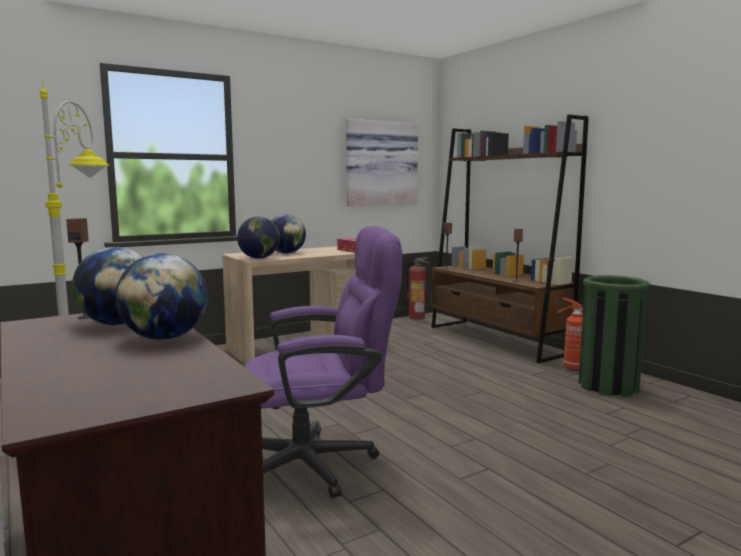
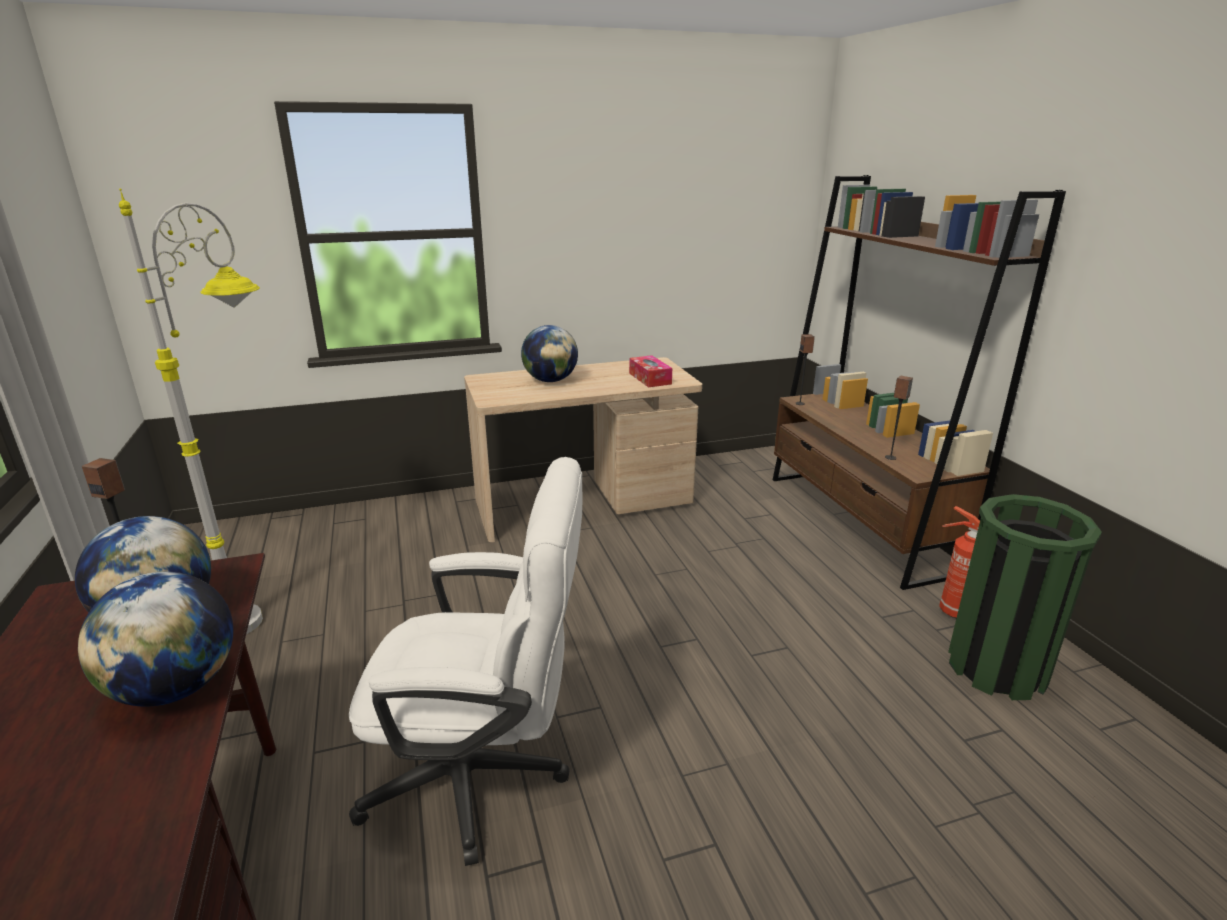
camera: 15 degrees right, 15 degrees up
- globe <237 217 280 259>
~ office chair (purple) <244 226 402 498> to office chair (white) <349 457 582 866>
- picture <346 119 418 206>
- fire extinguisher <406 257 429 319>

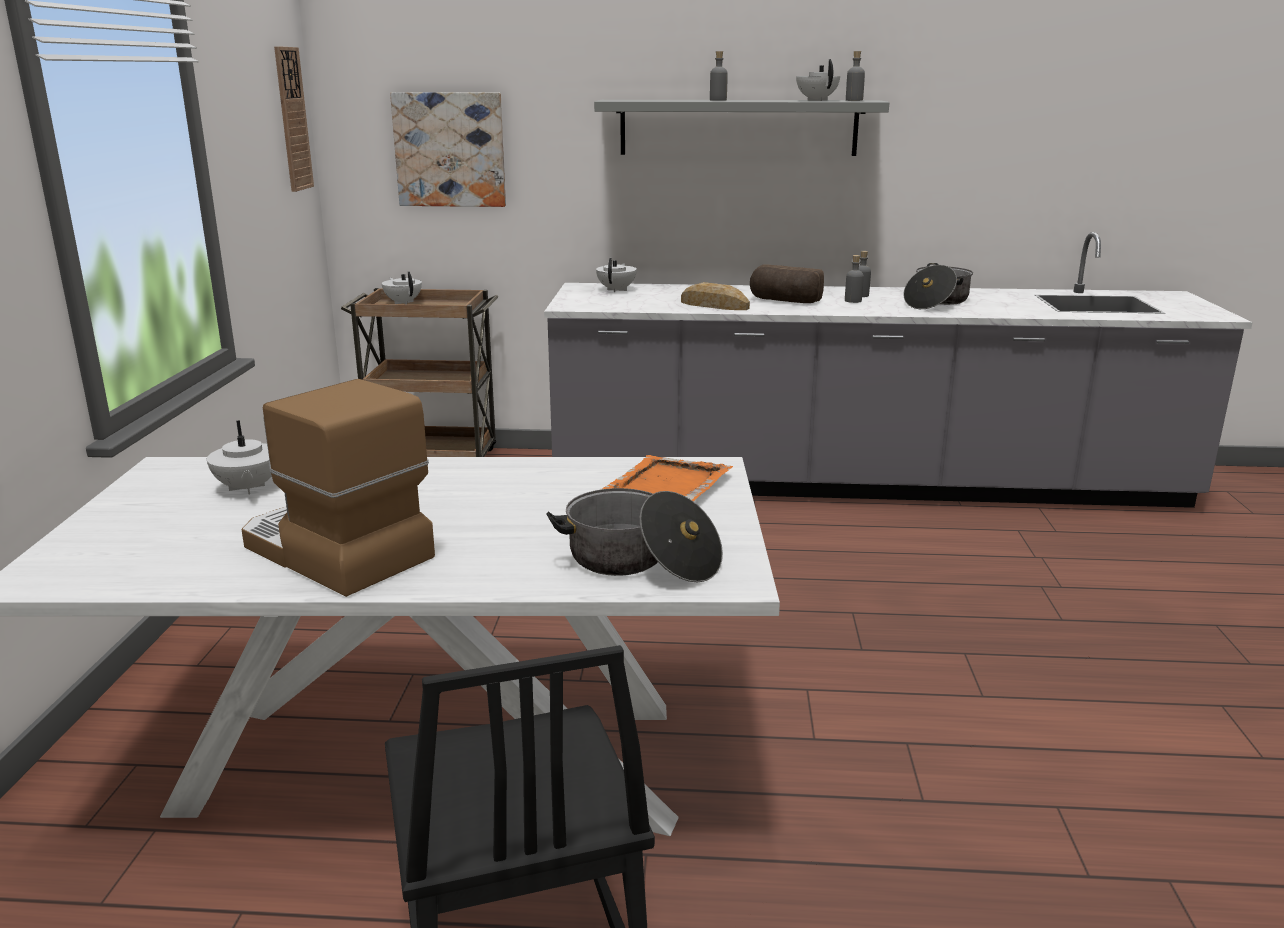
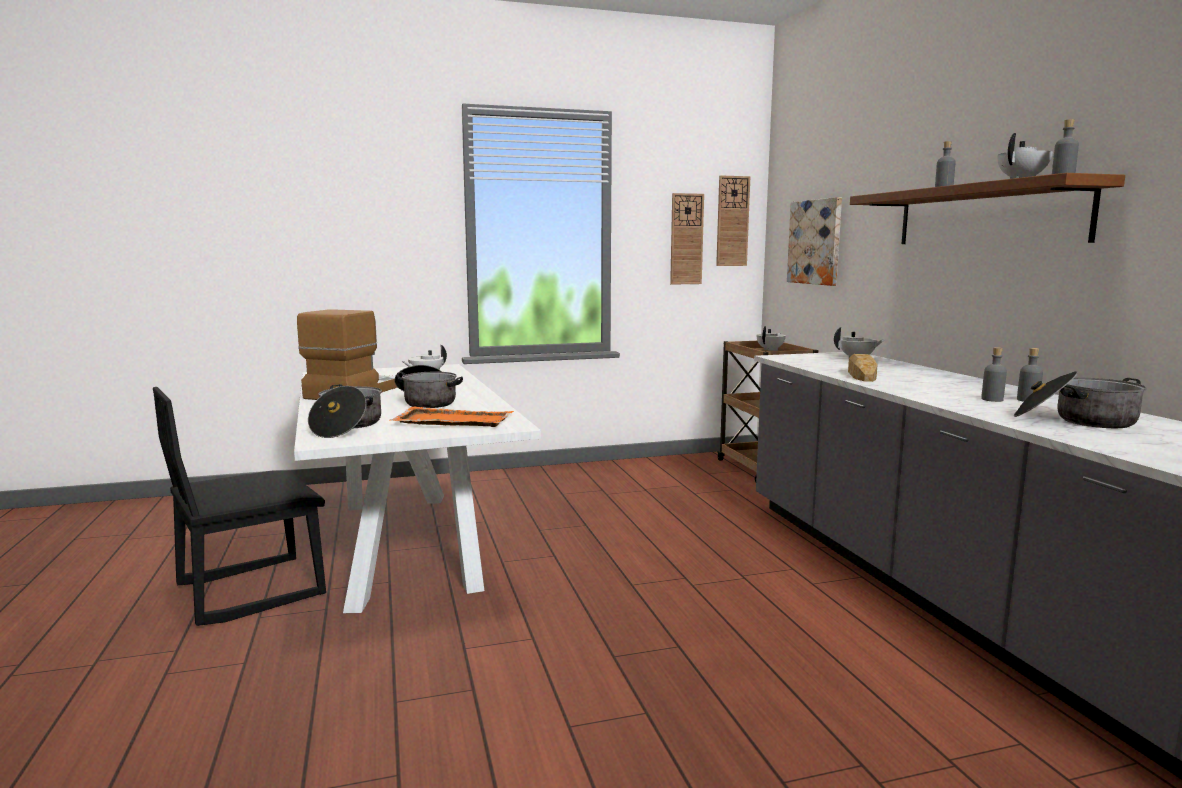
camera: 70 degrees right, 10 degrees down
~ shelf (grey) <594 100 889 156> to shelf (brown) <850 173 1125 244>
- bread <750 264 824 303>
+ cooking pot <395 365 463 408>
+ wall clock <670 193 704 285>

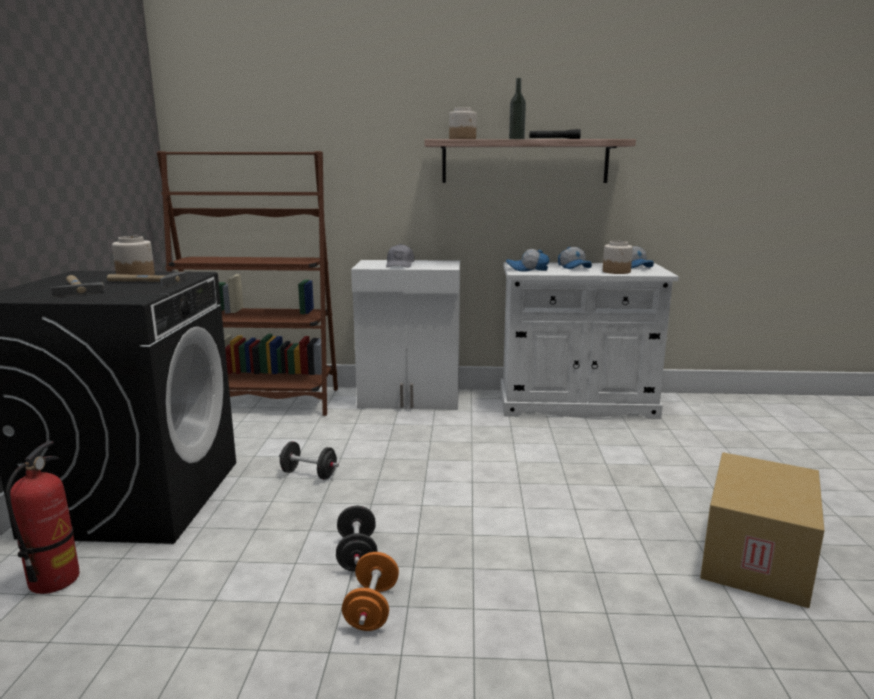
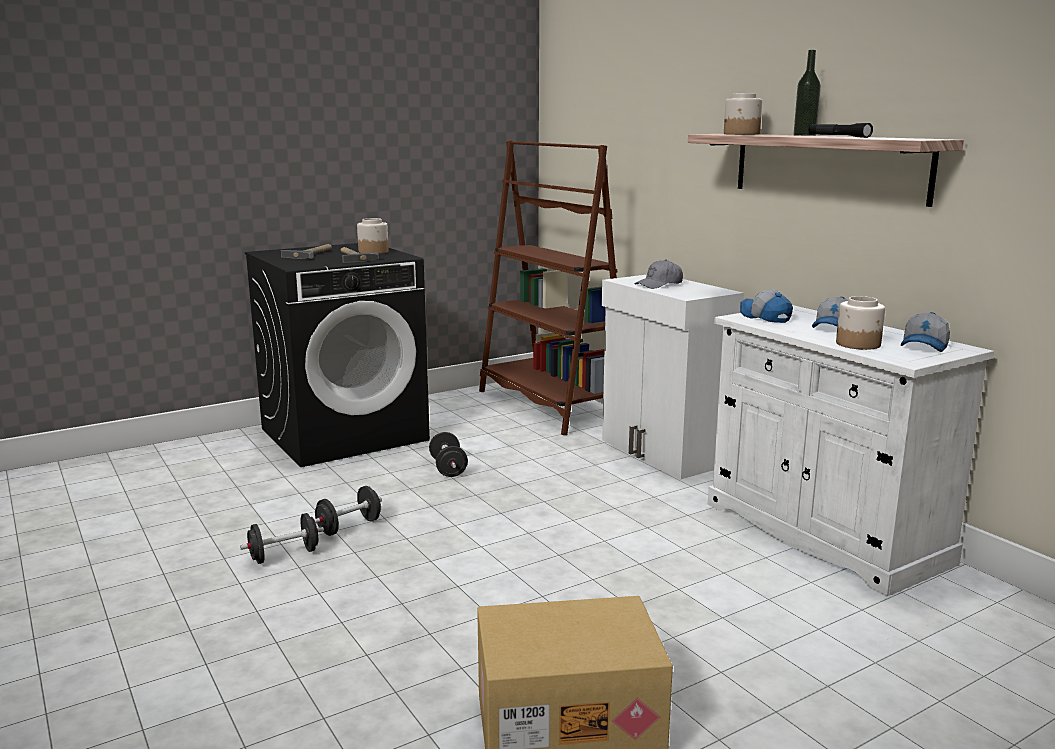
camera: 55 degrees right, 0 degrees up
- fire extinguisher <6 441 80 594>
~ dumbbell (orange) <342 552 399 631> to dumbbell (black) <240 513 324 564>

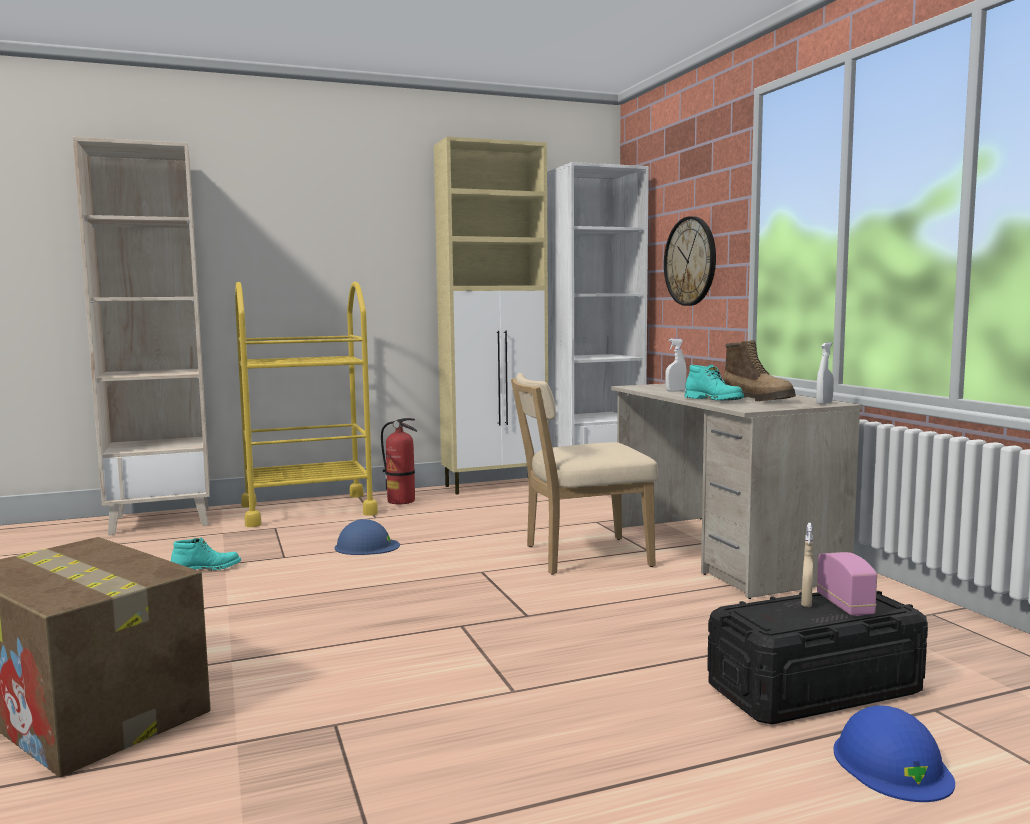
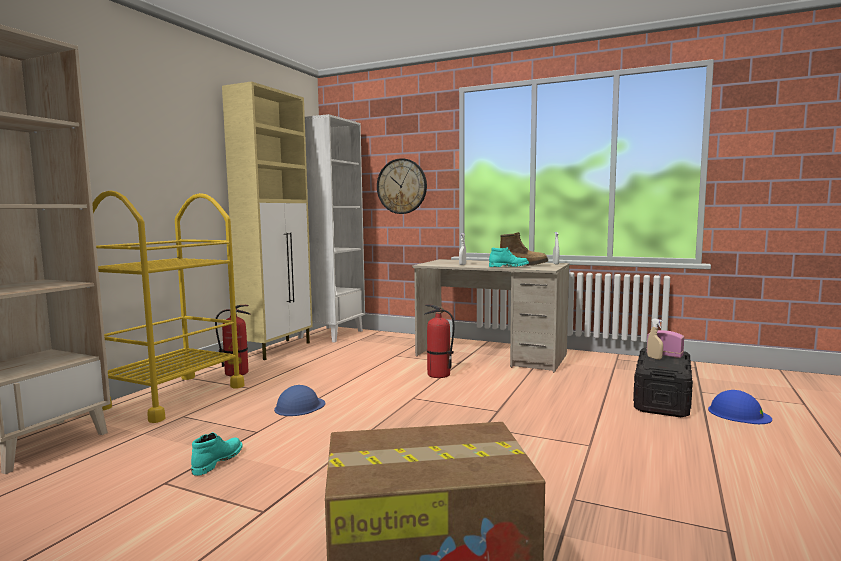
camera: 45 degrees left, 0 degrees up
~ chair (beige) <511 373 658 575> to fire extinguisher <424 305 454 378>

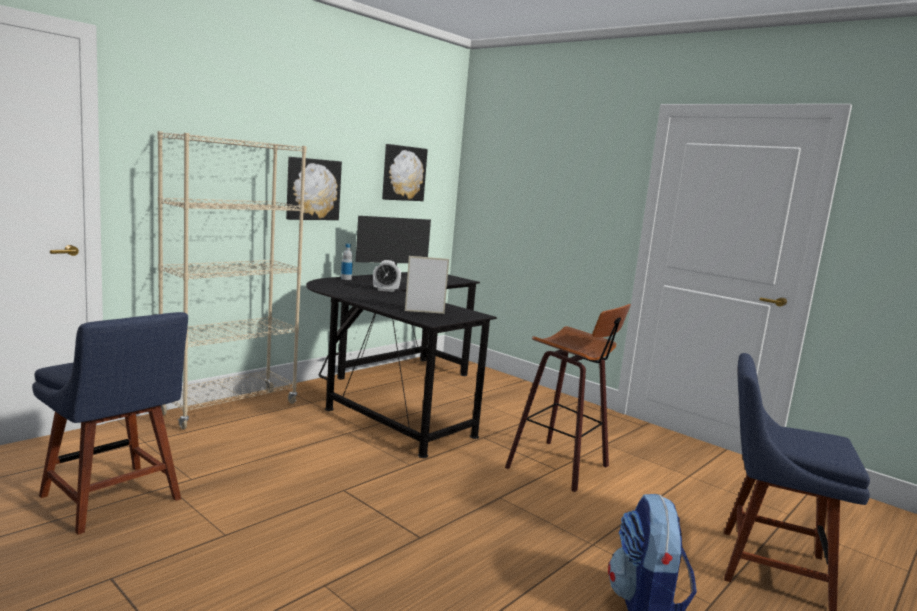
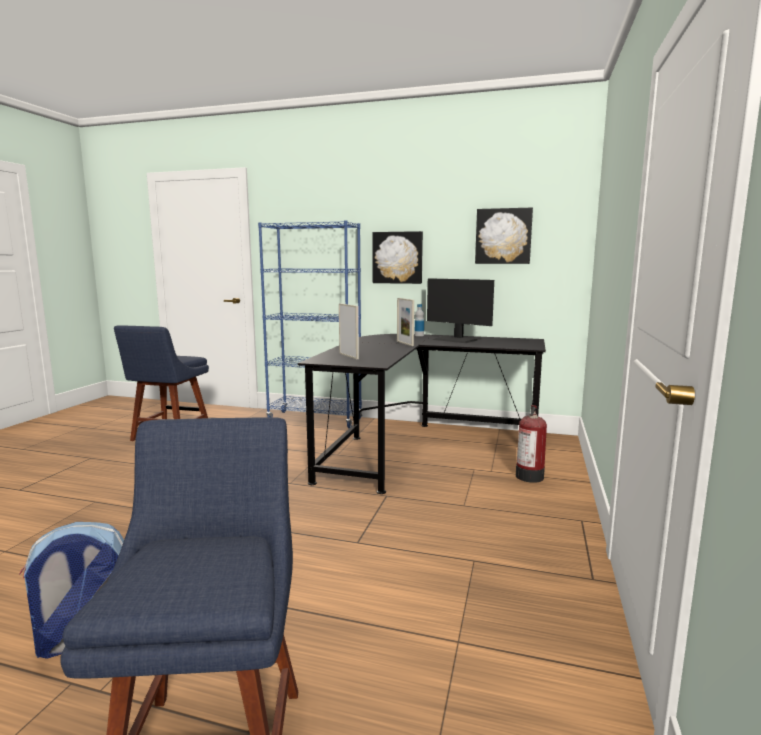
camera: 65 degrees right, 0 degrees up
~ bookcase (beige) <158 131 306 430> to bookcase (blue) <258 220 362 428>
~ alarm clock <373 260 401 292> to picture frame <397 298 414 346>
- stool <505 304 631 492>
+ fire extinguisher <516 405 547 483>

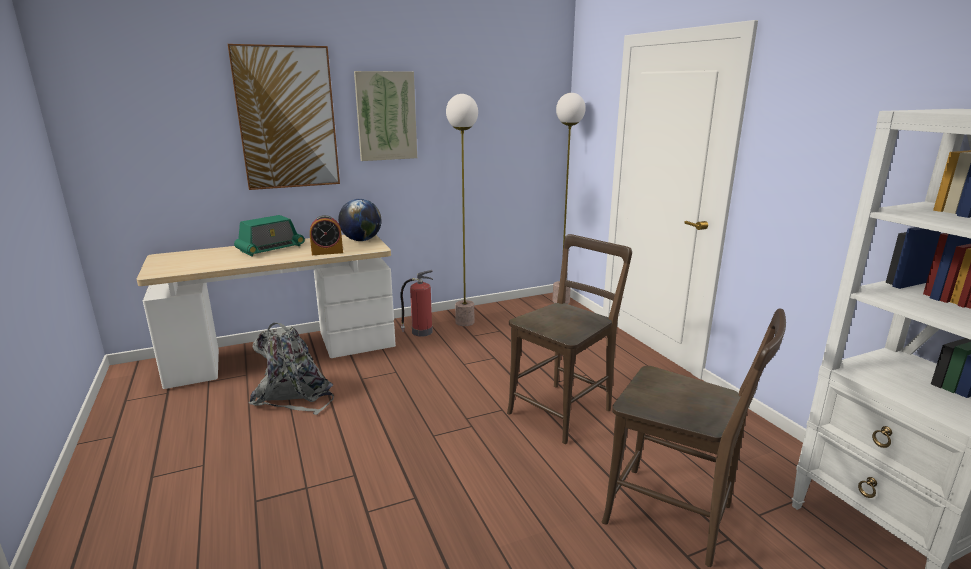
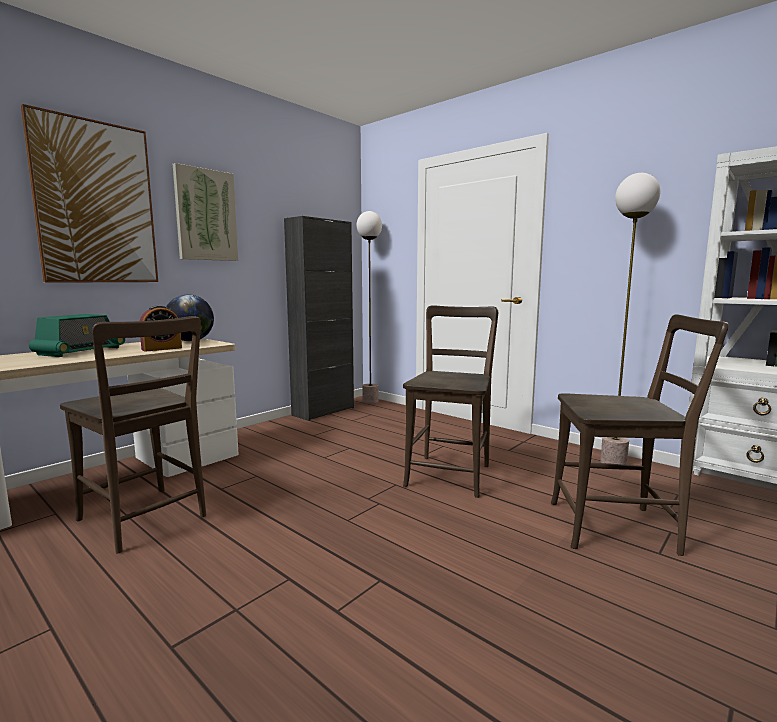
camera: 25 degrees left, 10 degrees down
~ backpack (grey) <249 323 334 415> to chair (brown) <60 316 206 553>
- fire extinguisher <400 270 433 337>
~ floor lamp <446 94 478 326> to <600 173 660 465>
+ cabinet (black) <284 216 354 421>

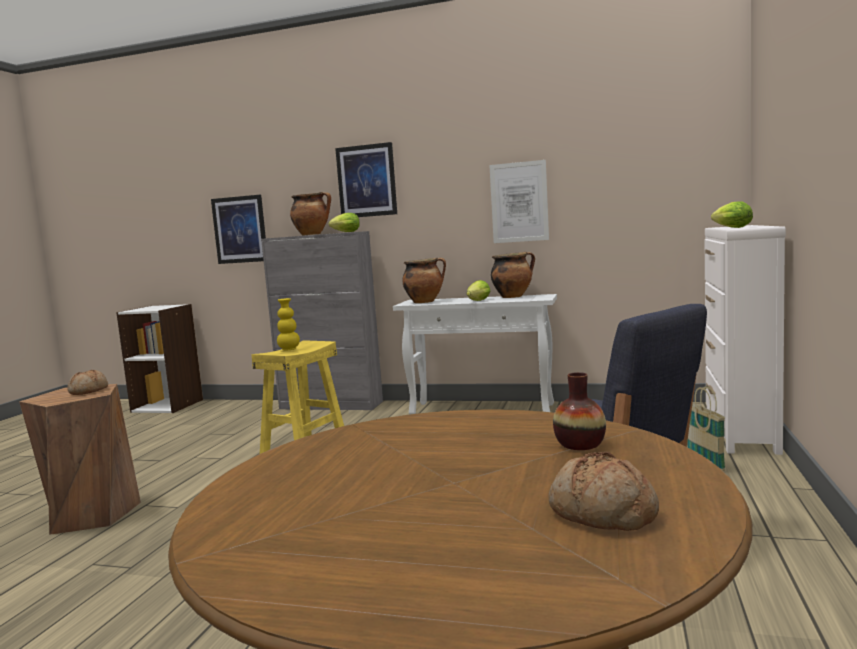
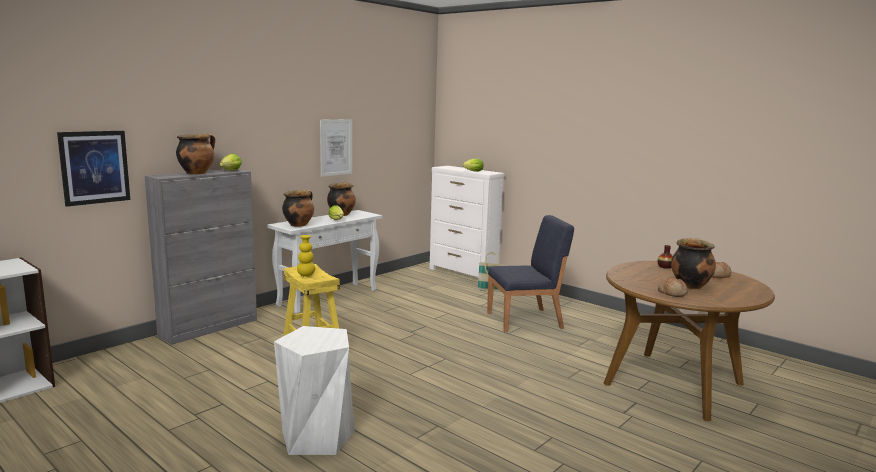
camera: 65 degrees left, 5 degrees up
~ stool (brown) <19 384 141 535> to stool (white) <274 326 355 455>
~ bread <67 370 108 395> to <658 277 688 297>
- picture <335 142 397 217>
+ cooking pot <671 238 716 289>

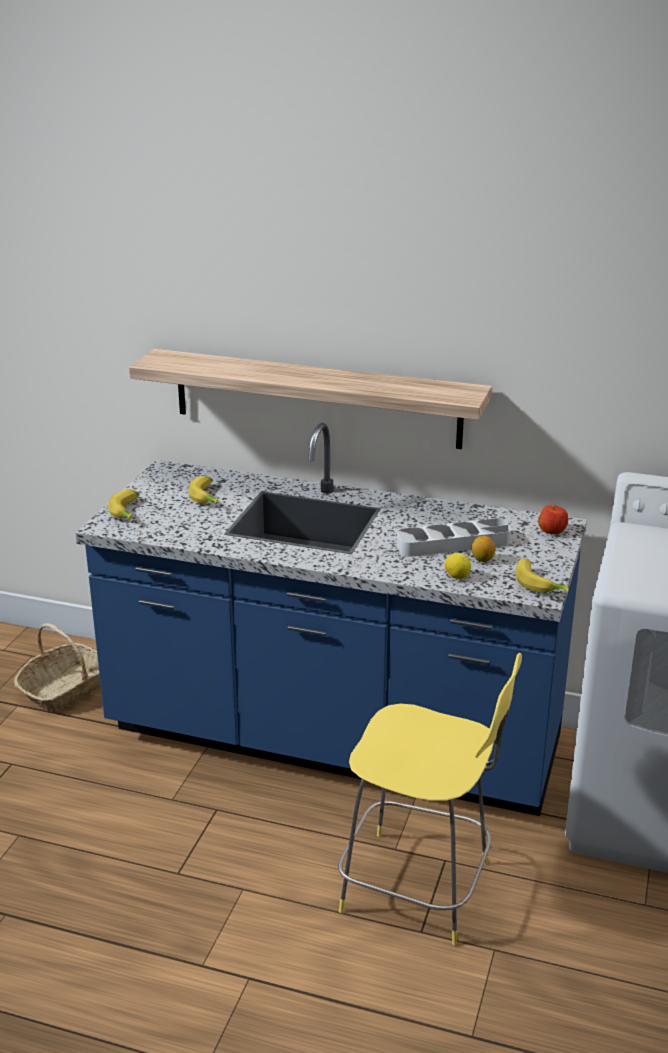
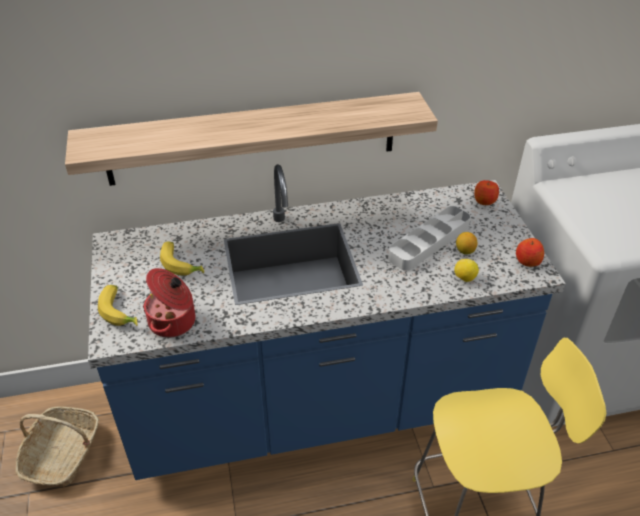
camera: 30 degrees left, 15 degrees up
~ banana <515 558 569 593> to apple <516 238 544 267>
+ cooking pot <143 268 195 338>

